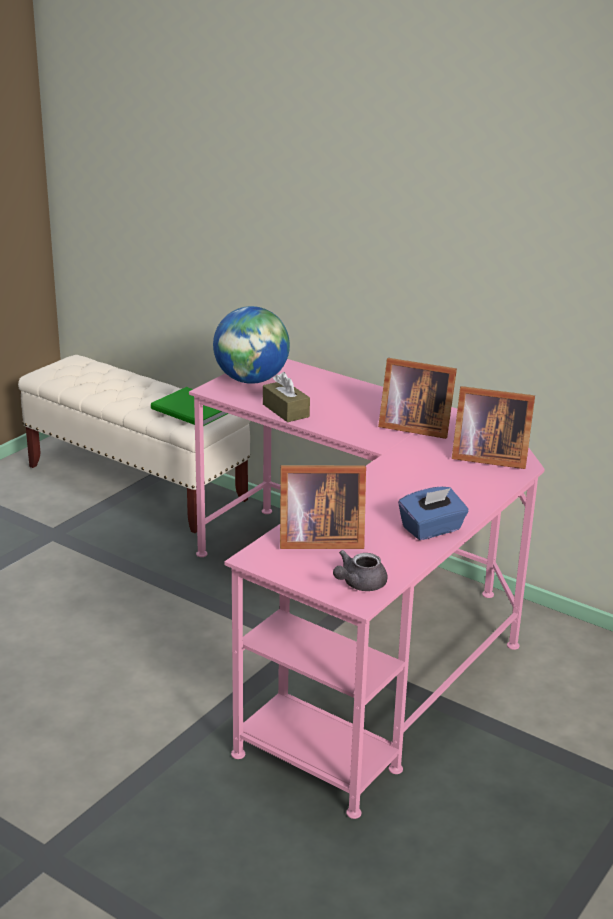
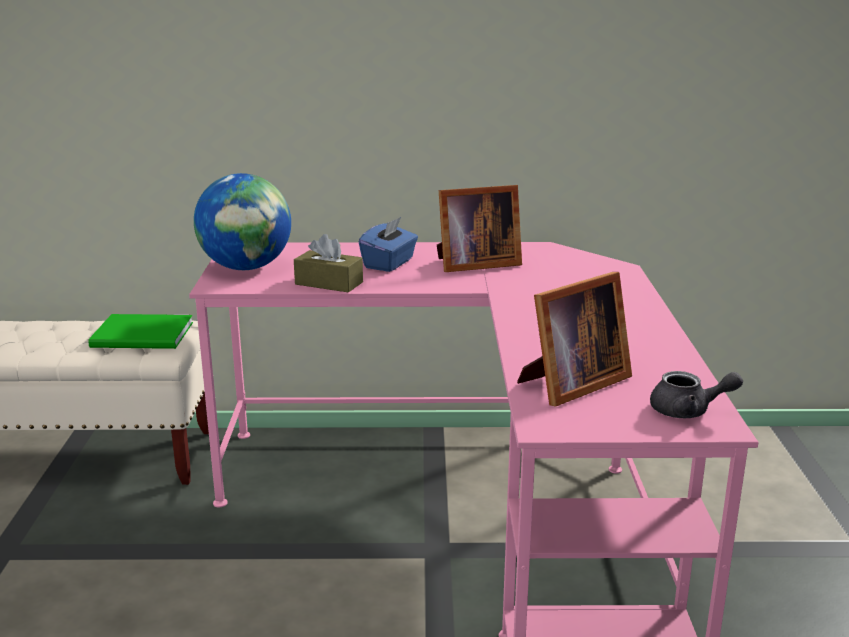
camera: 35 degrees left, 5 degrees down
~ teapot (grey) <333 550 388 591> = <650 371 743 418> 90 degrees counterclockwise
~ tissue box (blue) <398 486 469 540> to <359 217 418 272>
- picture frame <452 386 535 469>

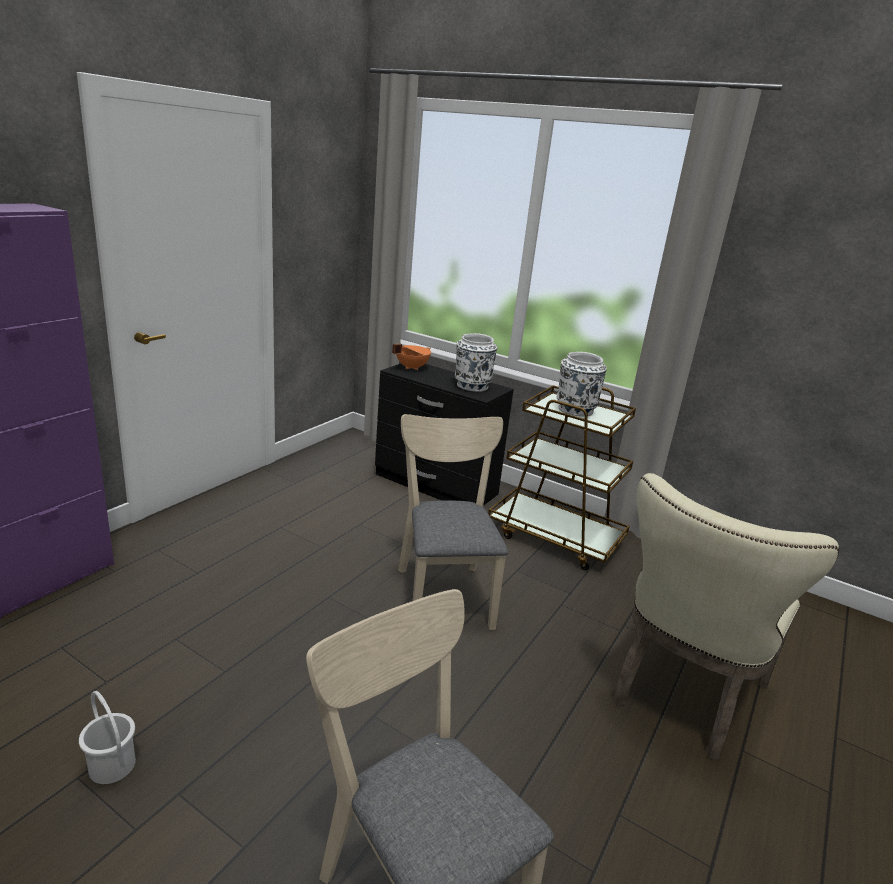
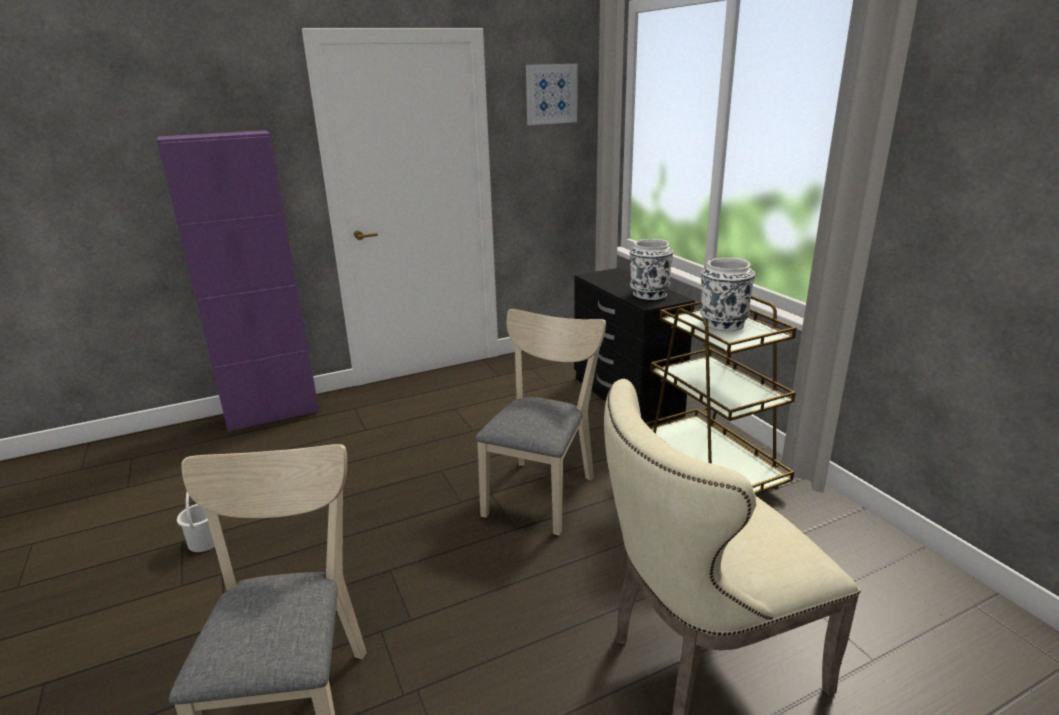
camera: 35 degrees right, 0 degrees up
- cooking pot (orange) <392 343 431 370>
+ picture <526 64 578 125>

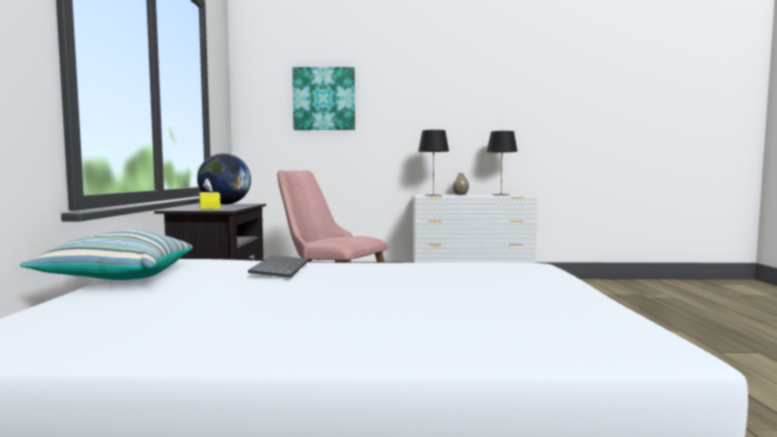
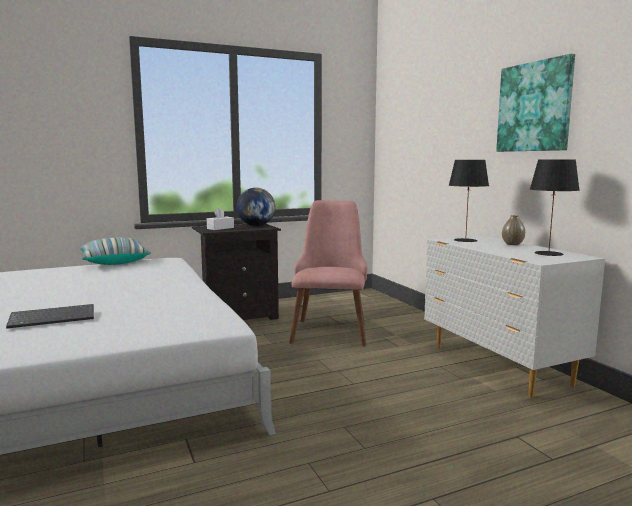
camera: 65 degrees right, 5 degrees up
~ tissue box (yellow) <199 178 221 209> to tissue box (white) <207 208 234 230>
~ keyboard <248 255 309 278> to <6 304 94 329>
~ picture <292 67 355 130> to <496 54 575 152>

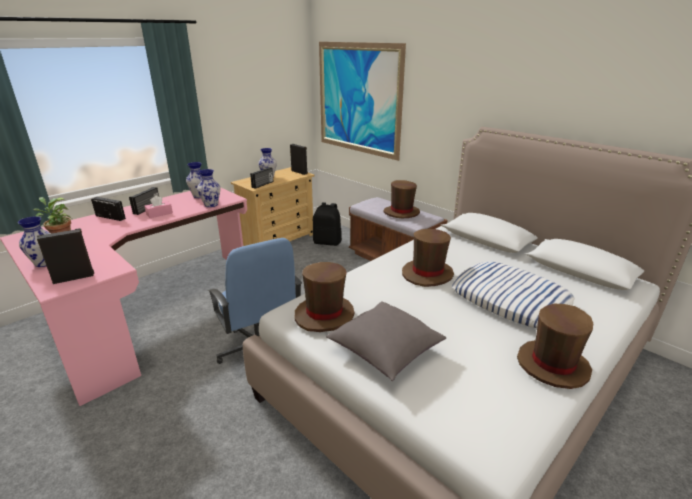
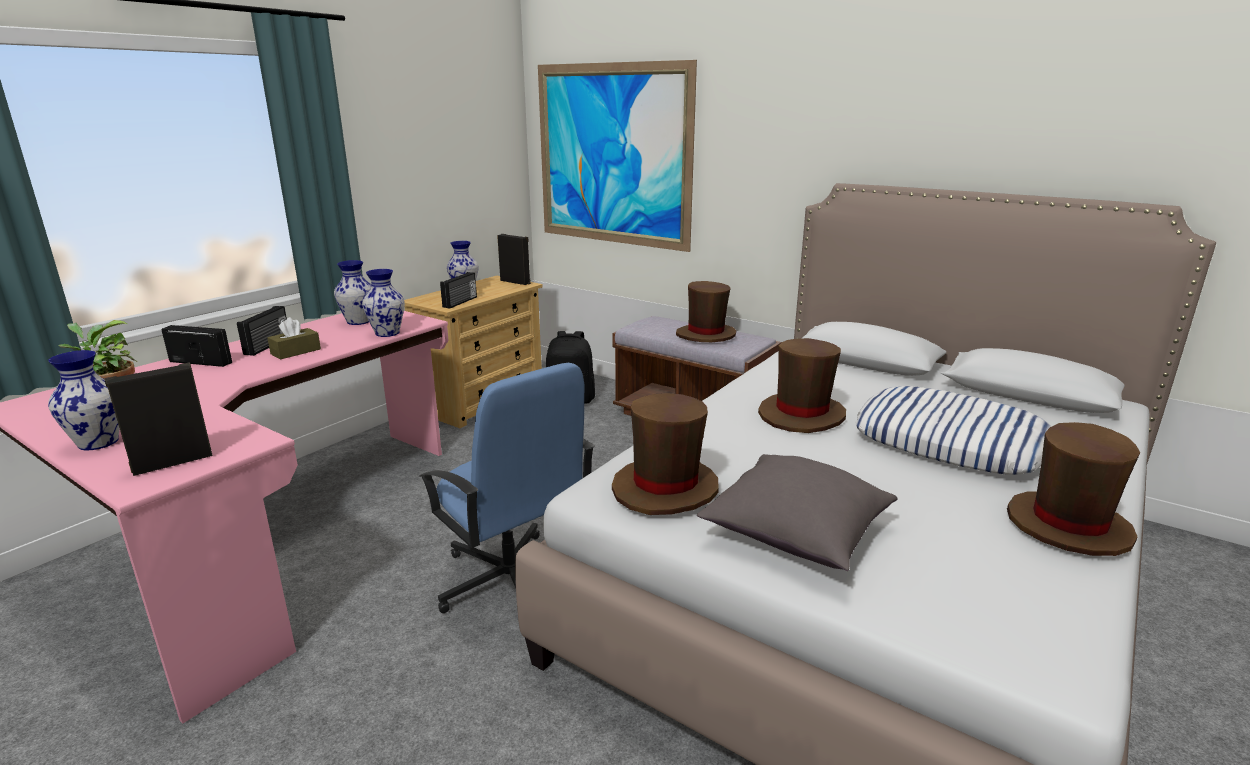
camera: 10 degrees left, 5 degrees down
~ tissue box (pink) <145 195 173 218> to tissue box (brown) <267 317 321 359>

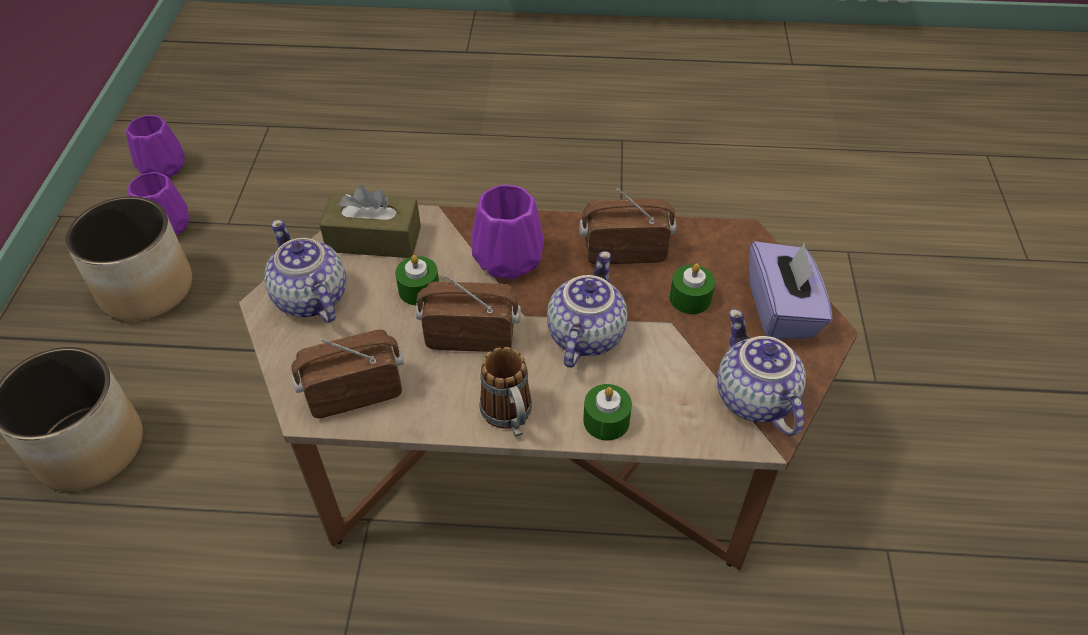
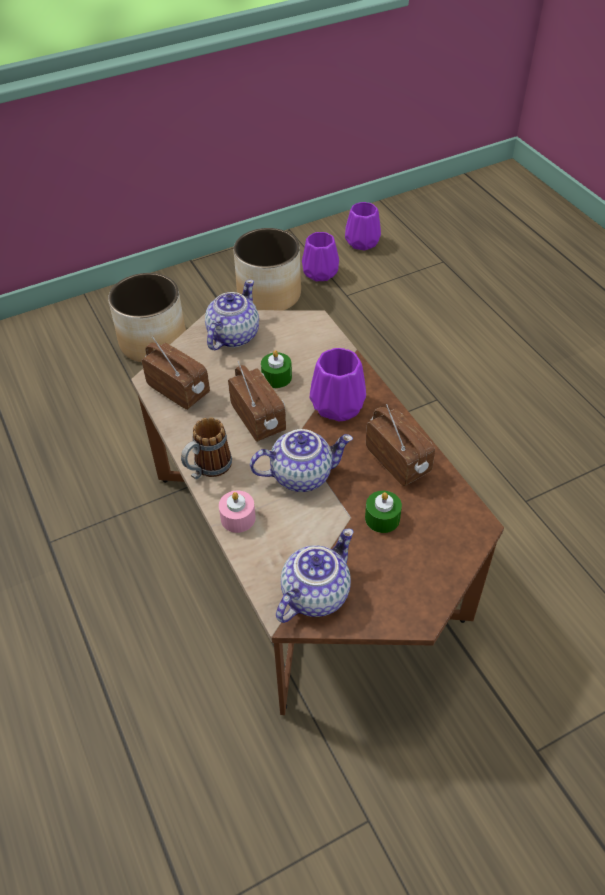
camera: 60 degrees right, 0 degrees up
- tissue box (brown) <319 185 421 258>
~ candle (green) <583 384 632 440> to candle (pink) <219 490 256 533>
- tissue box (purple) <749 241 833 340>

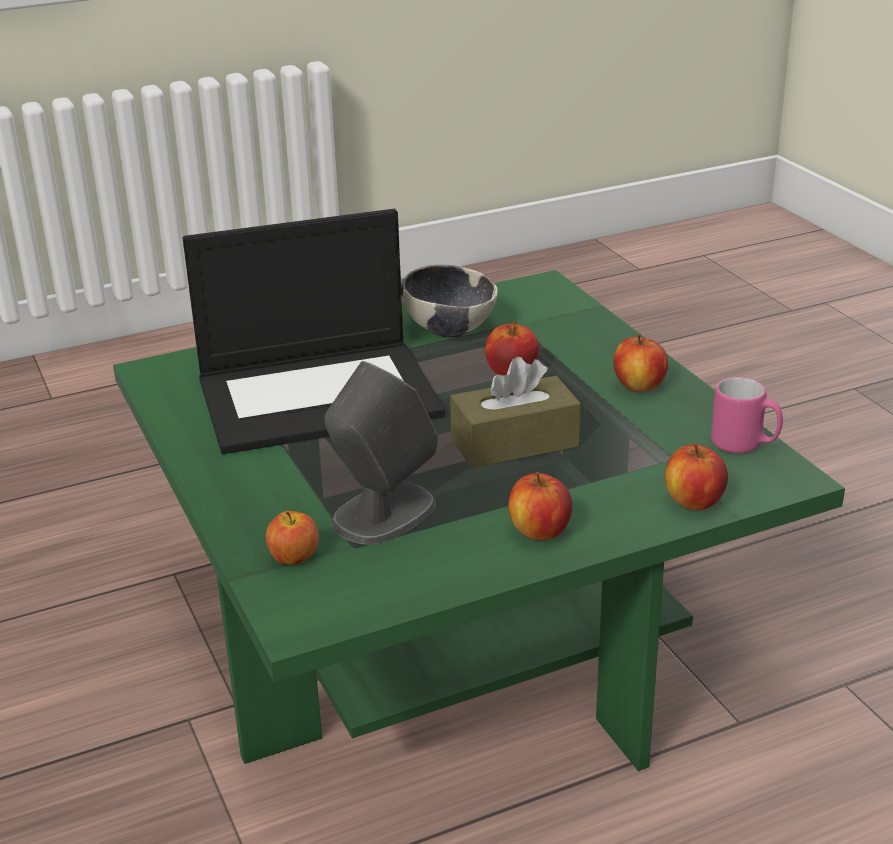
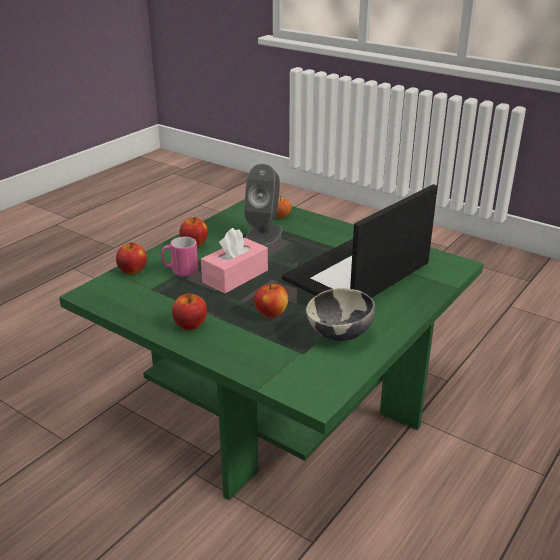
camera: 150 degrees right, 0 degrees up
~ tissue box (brown) <450 357 581 468> to tissue box (pink) <201 228 268 293>
~ mug (pink) <711 377 783 453> to <161 237 198 277>

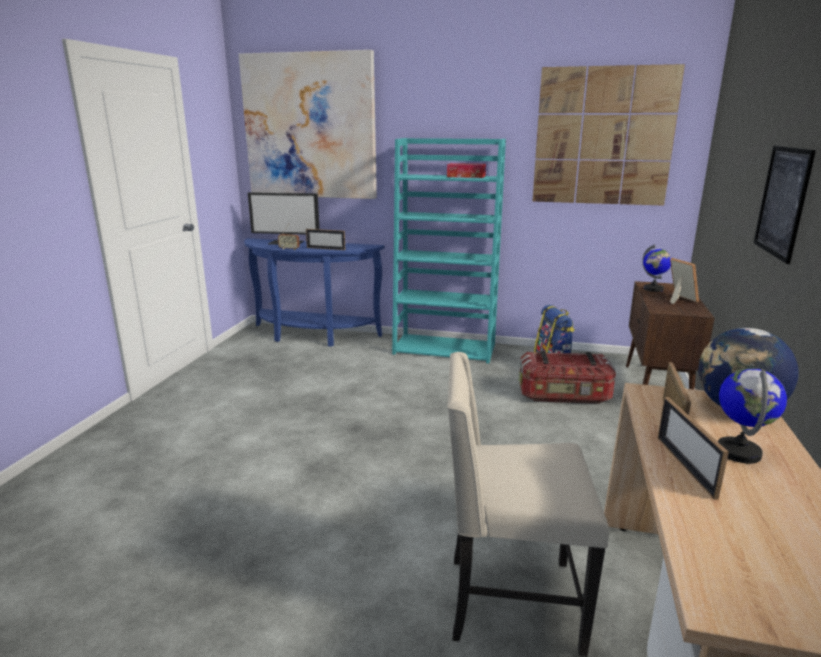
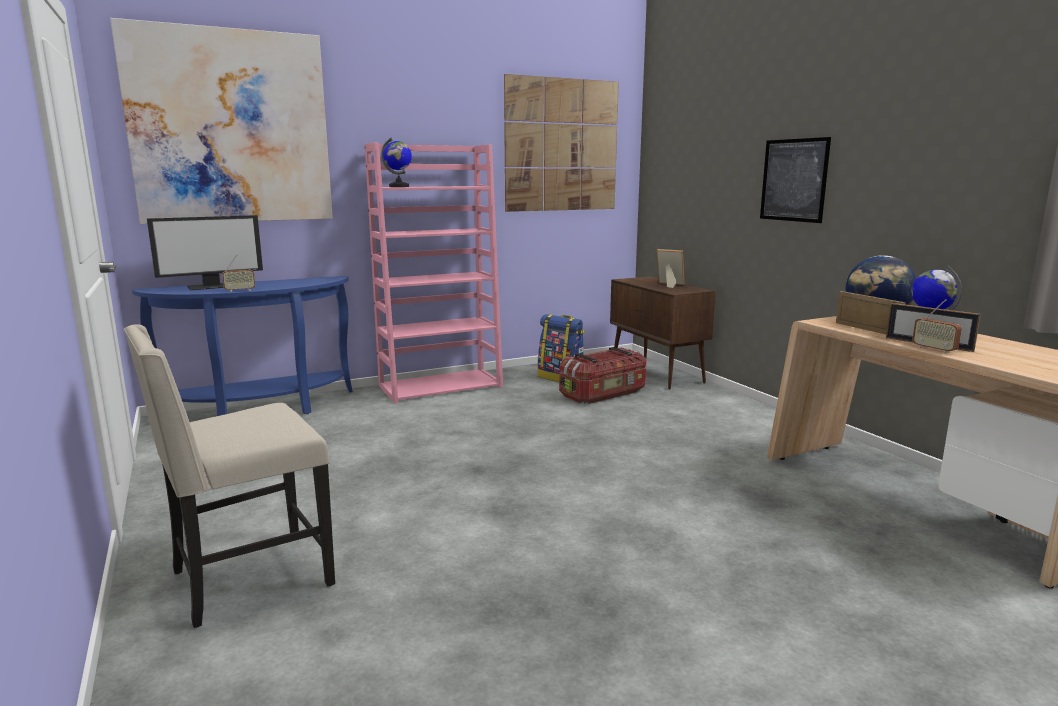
camera: 40 degrees left, 5 degrees down
- picture frame <306 229 345 250>
~ bookcase (turquoise) <392 138 506 363> to bookcase (pink) <365 142 503 403>
- tissue box <447 163 486 178>
~ chair (beige) <447 352 609 657> to <124 324 335 628>
~ globe <642 244 671 292> to <381 137 412 187>
+ radio <912 299 962 353>

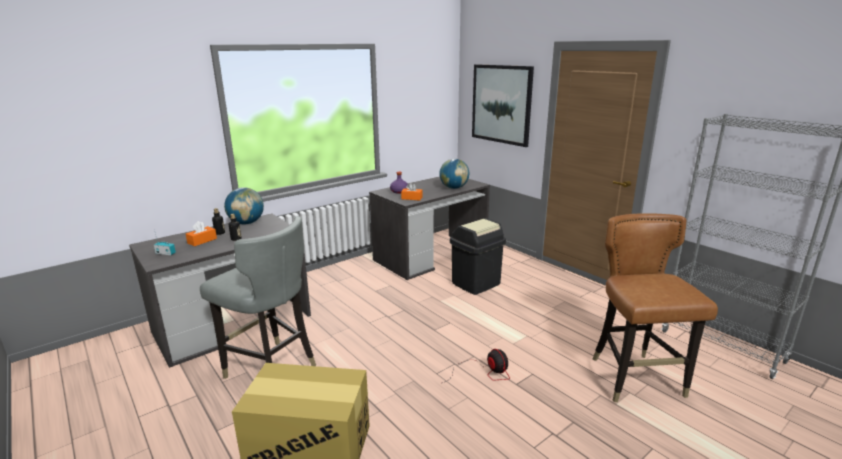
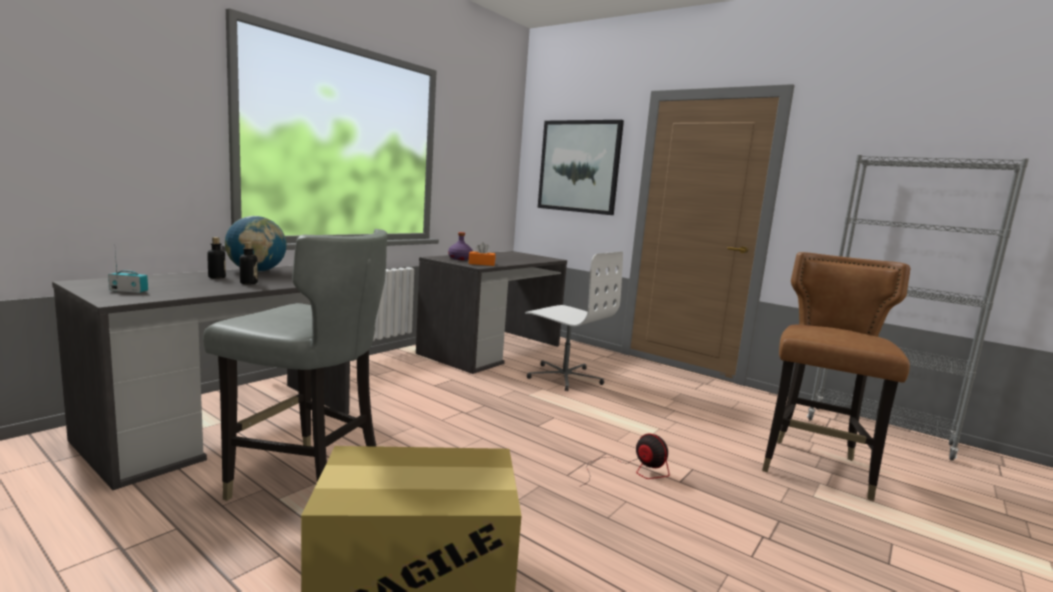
camera: 15 degrees left, 10 degrees down
- tissue box (orange) <186 221 217 246>
- globe <439 159 469 189>
~ trash can (black) <450 218 506 295> to office chair (white) <525 252 623 391>
~ chair (brown) <593 213 718 402> = <762 252 910 501> 45 degrees clockwise

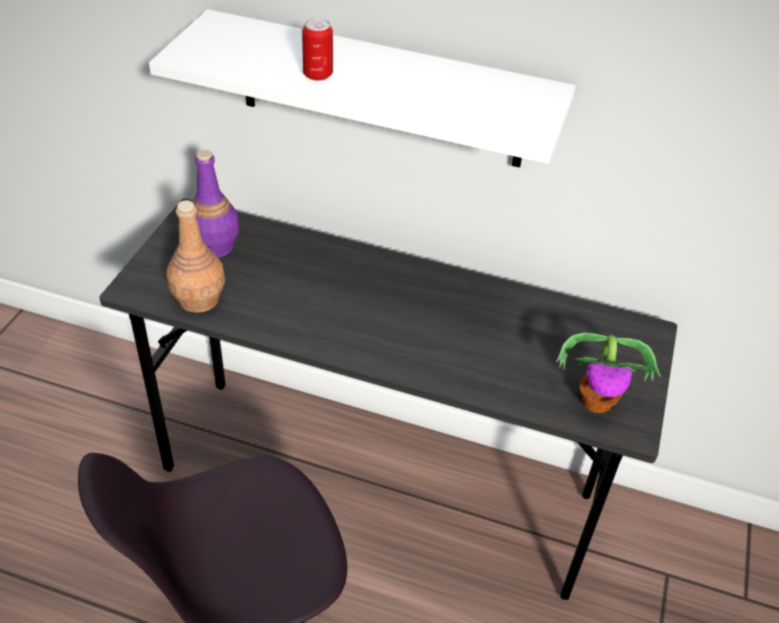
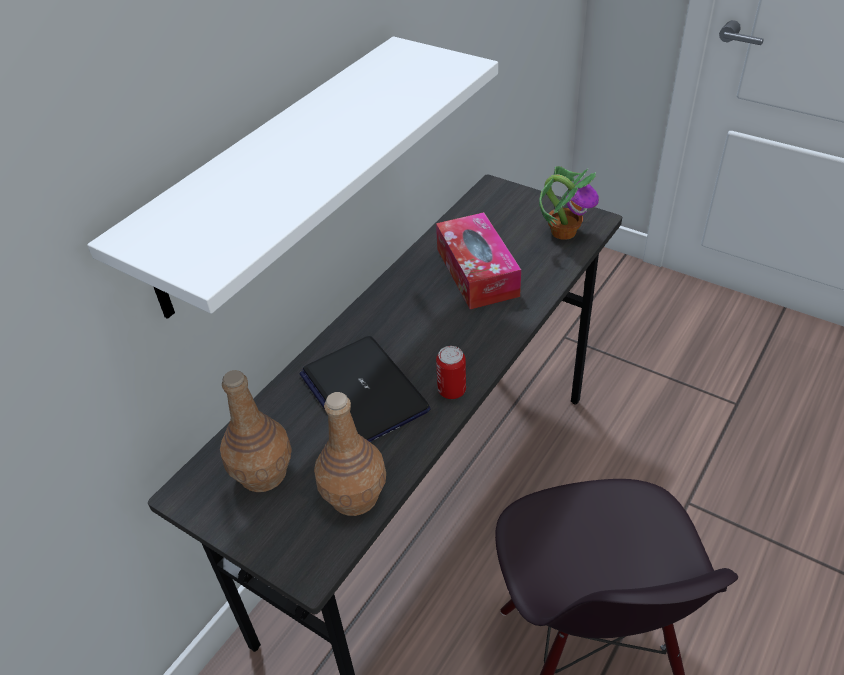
camera: 70 degrees left, 0 degrees up
~ bottle (purple) <192 149 240 258> to bottle (brown) <220 370 292 492>
~ can <302 18 333 81> to <436 346 466 399>
+ laptop <300 336 430 442>
+ tissue box <436 212 521 309>

